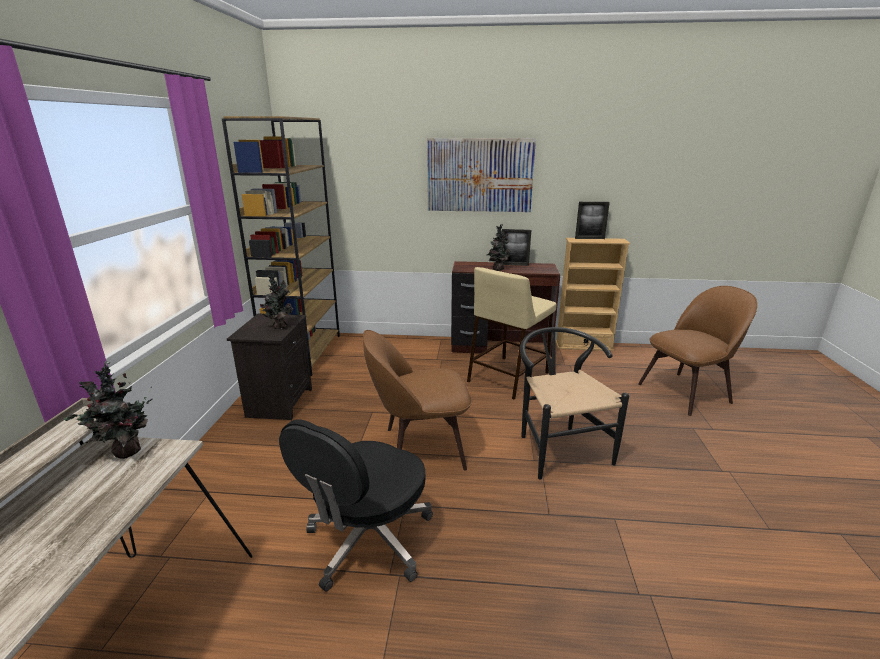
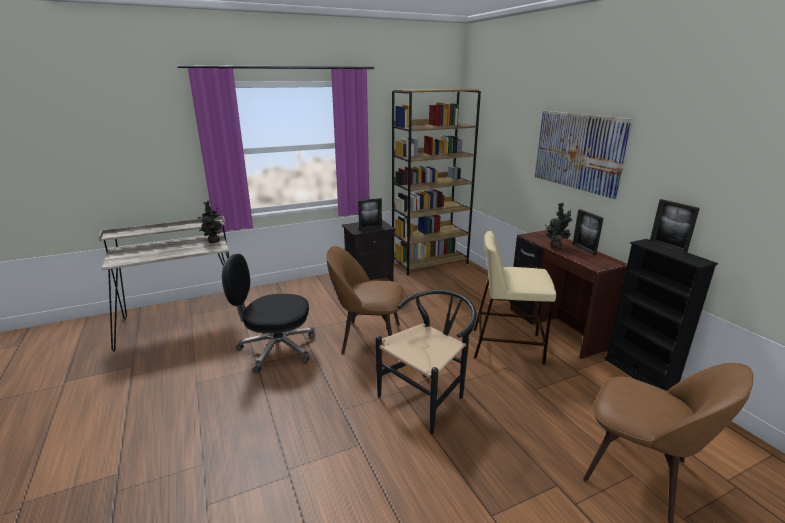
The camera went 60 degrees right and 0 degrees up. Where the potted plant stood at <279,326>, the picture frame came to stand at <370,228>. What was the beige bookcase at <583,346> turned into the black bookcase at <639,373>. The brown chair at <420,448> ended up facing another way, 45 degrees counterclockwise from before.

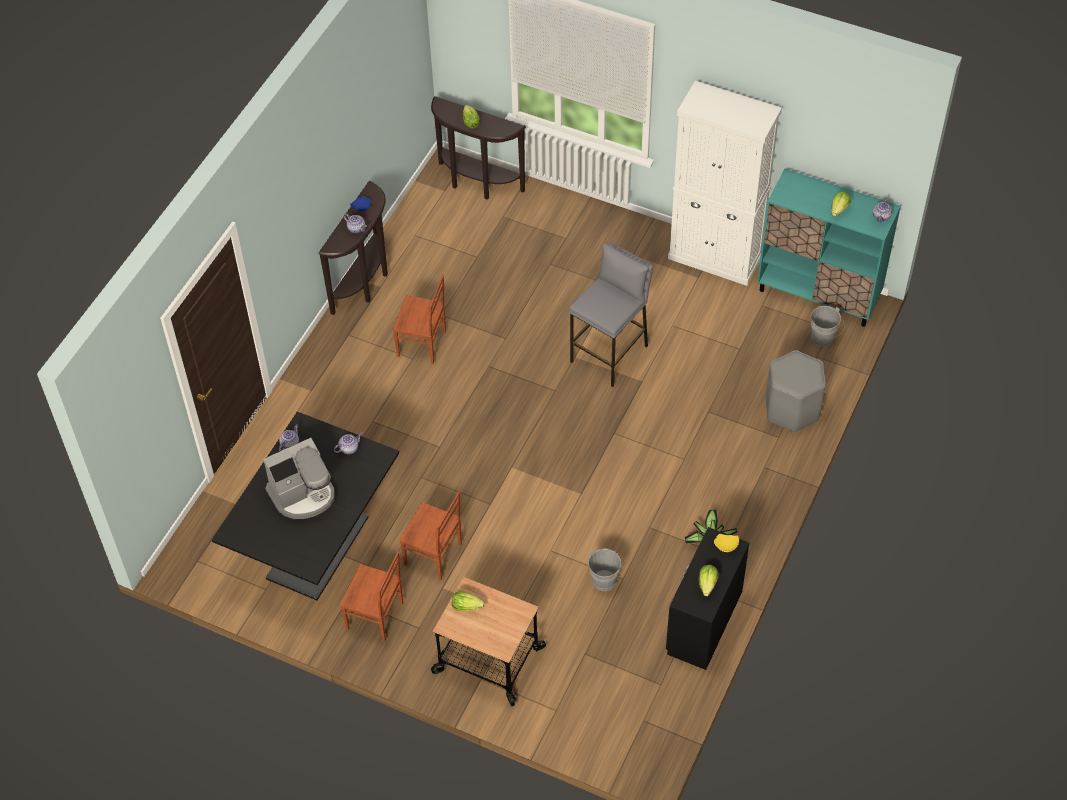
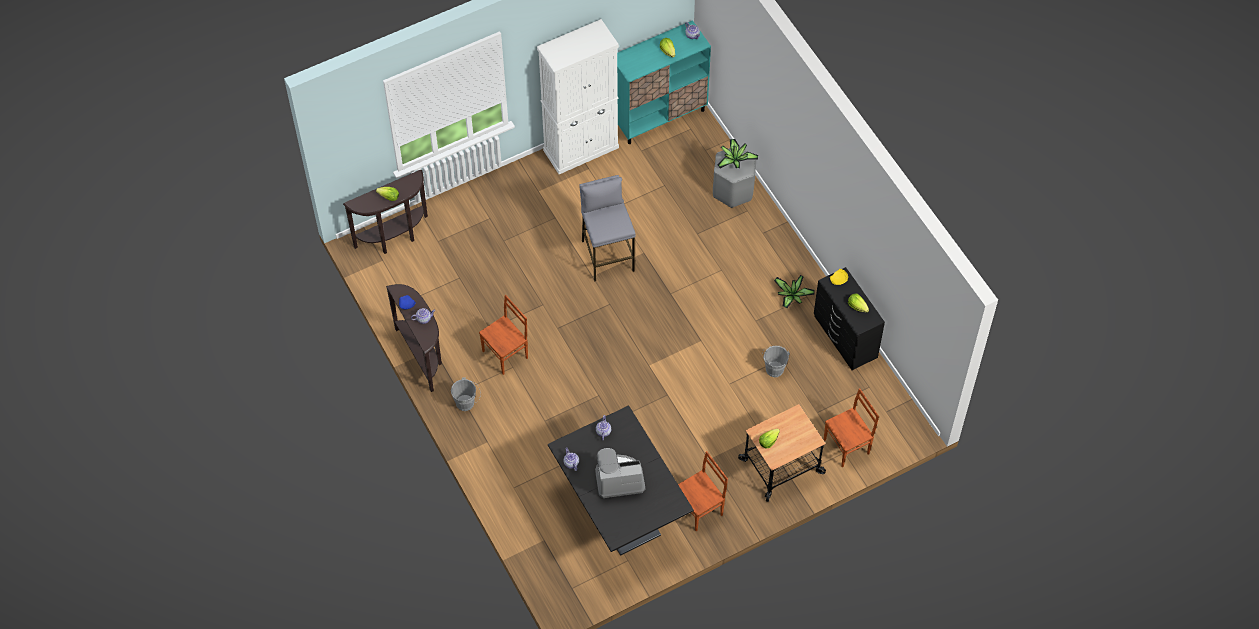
The camera went 55 degrees left and 5 degrees up. The second view gained the potted plant at <735,159>. The brown chair ended up elsewhere, having gone from <433,555> to <847,446>. The grey bucket ended up elsewhere, having gone from <824,339> to <467,403>. The coffee machine at <303,495> ended up facing another way, 105 degrees counterclockwise from before.

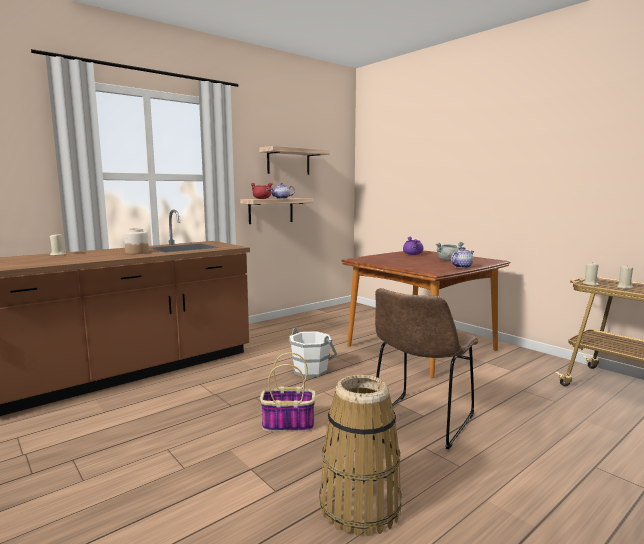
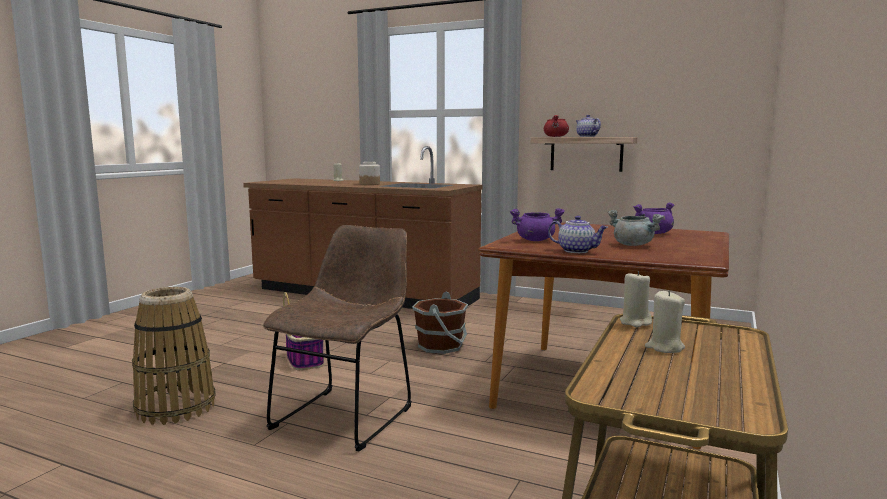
The camera went 65 degrees right and 0 degrees up. The second view lost the shelf at <288,162>. The second view gained the purple cooking pot at <535,240>. What was the white bucket at <310,370> turned into the brown bucket at <441,346>. The brown chair at <420,422> ended up facing another way, 105 degrees clockwise from before.

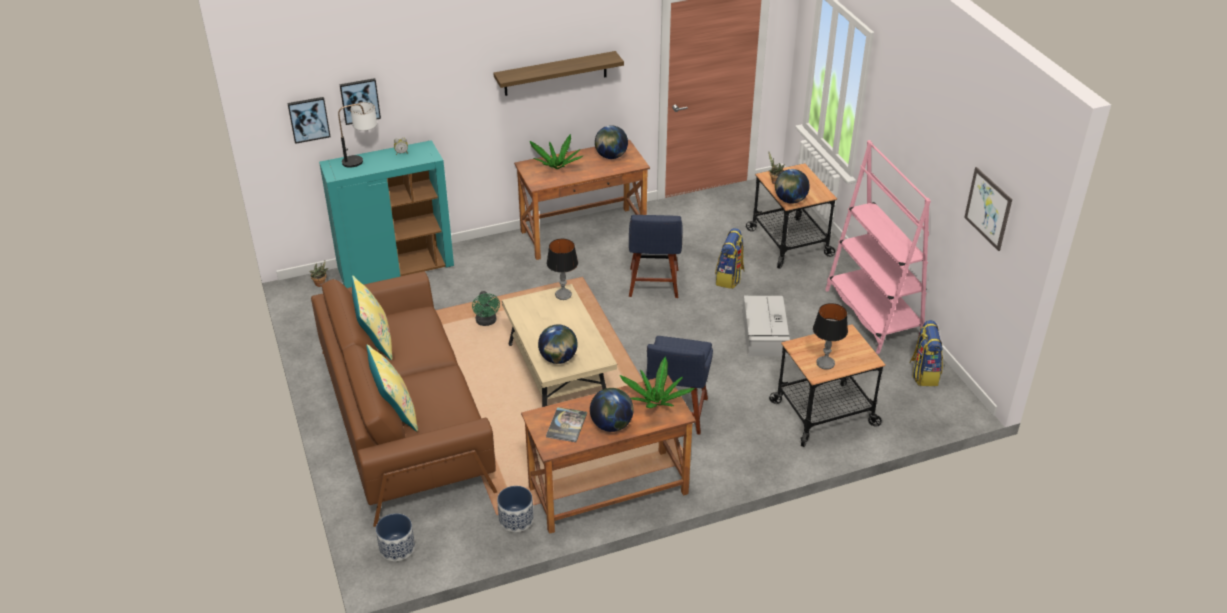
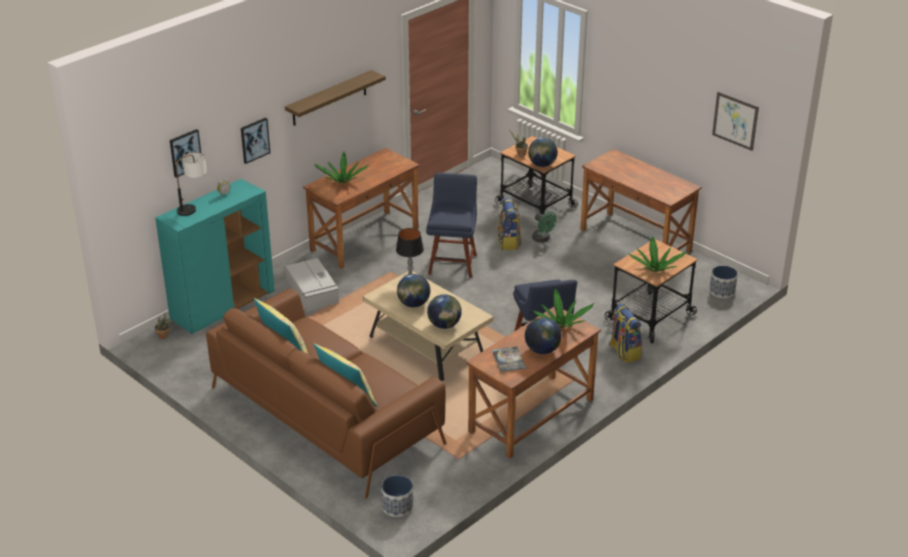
The camera went 25 degrees left and 5 degrees down. The picture ended up elsewhere, having gone from <309,119> to <254,140>. The green fan ended up elsewhere, having gone from <486,322> to <543,239>. The planter ended up elsewhere, having gone from <516,520> to <722,291>. The globe ended up elsewhere, having gone from <611,156> to <413,304>. The grey storage box ended up elsewhere, having gone from <764,334> to <312,292>. The backpack ended up elsewhere, having gone from <923,373> to <624,352>. Where the table lamp stood at <825,363>, the potted plant came to stand at <655,269>. Where the pink bookcase stood at <873,314>, the brown desk came to stand at <635,240>. The blue chair at <653,285> ended up facing another way, 150 degrees counterclockwise from before.

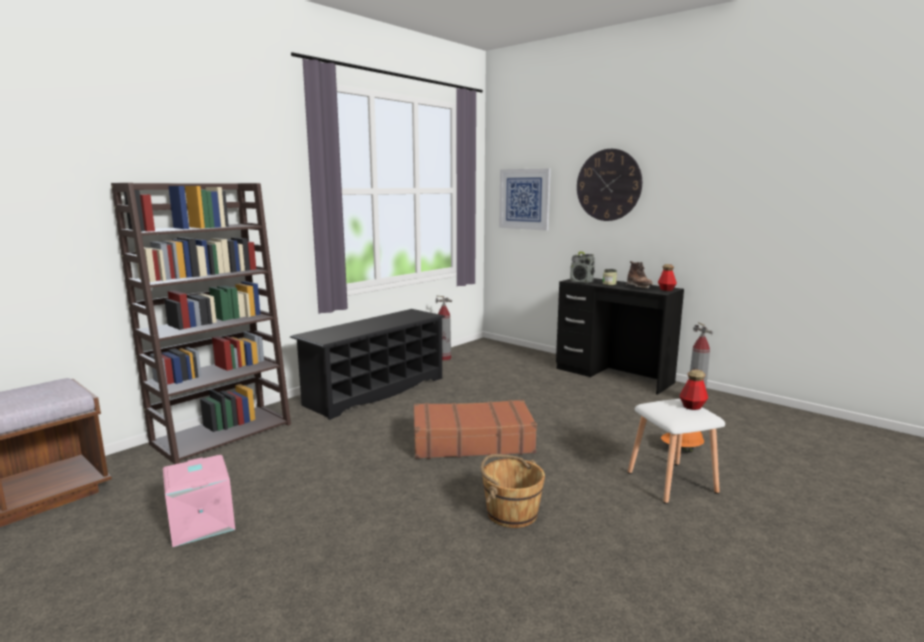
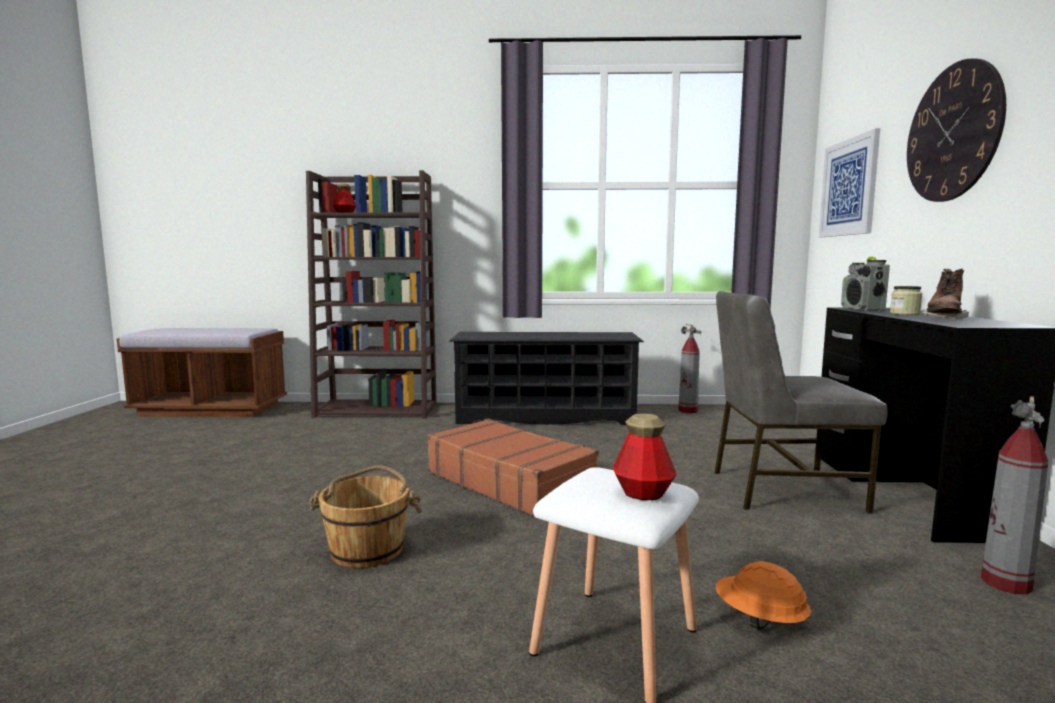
The camera went 50 degrees right and 5 degrees down. The second view lost the pink storage box at <200,523>. The second view gained the grey chair at <782,489>. The bottle ended up elsewhere, having gone from <666,290> to <345,214>.

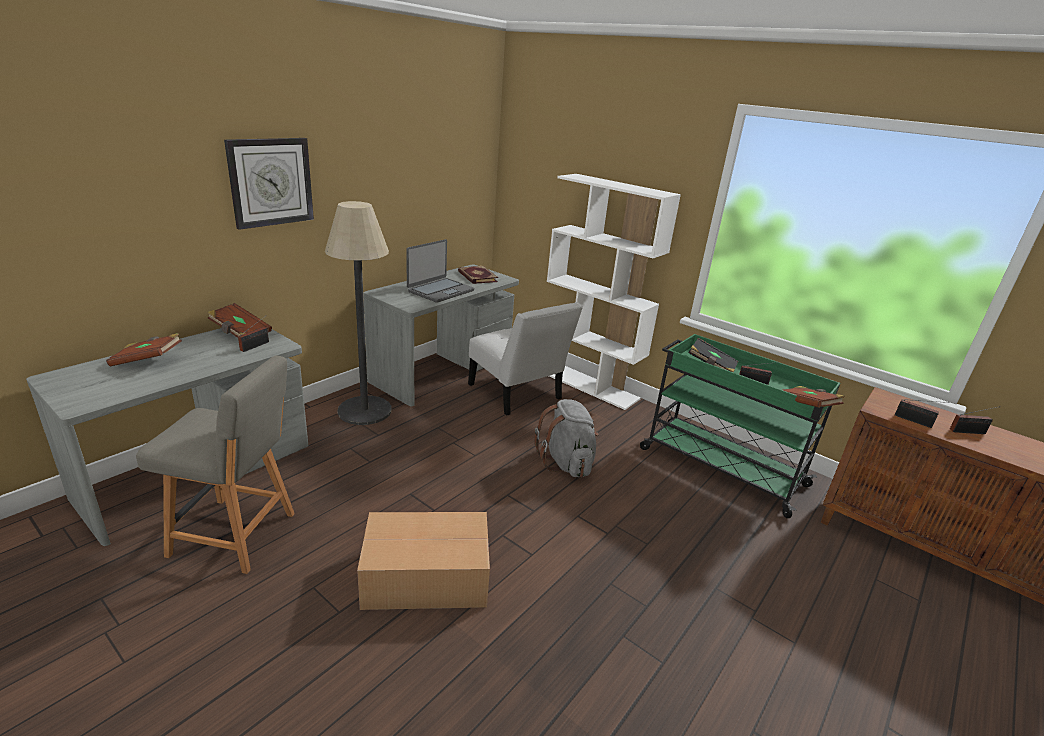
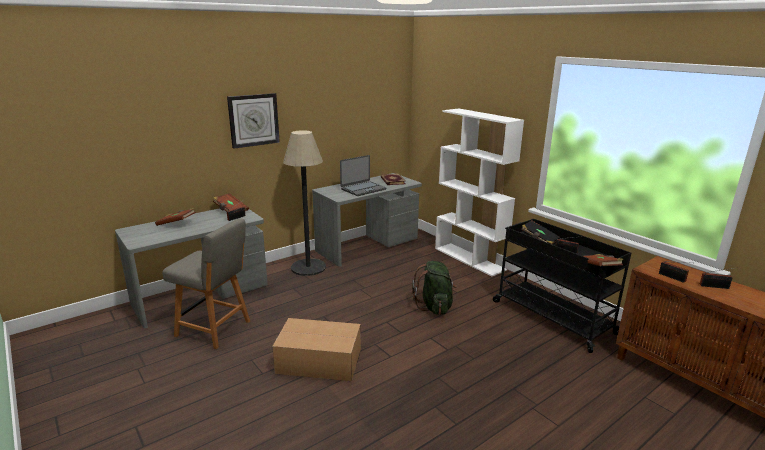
The camera went 15 degrees right and 5 degrees down. The second view lost the white chair at <517,394>. What was the grey backpack at <566,463> turned into the green backpack at <434,306>. What was the green cart at <720,466> turned into the black cart at <551,316>.

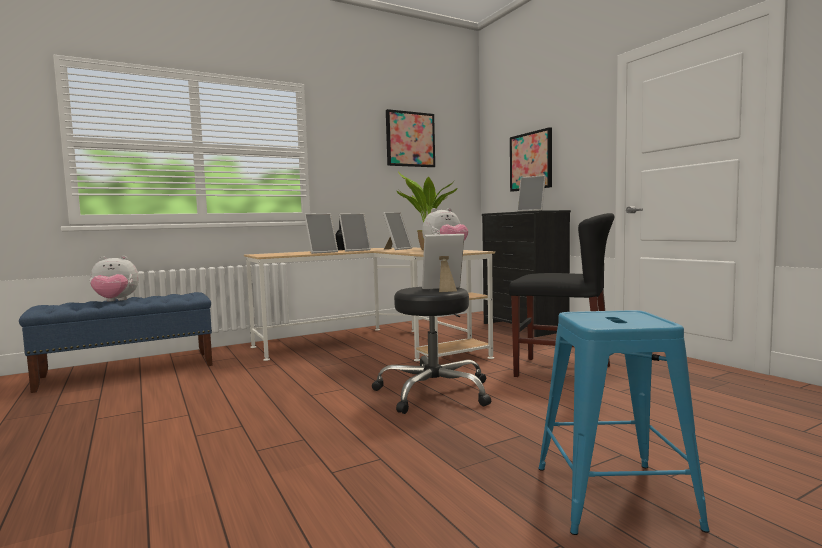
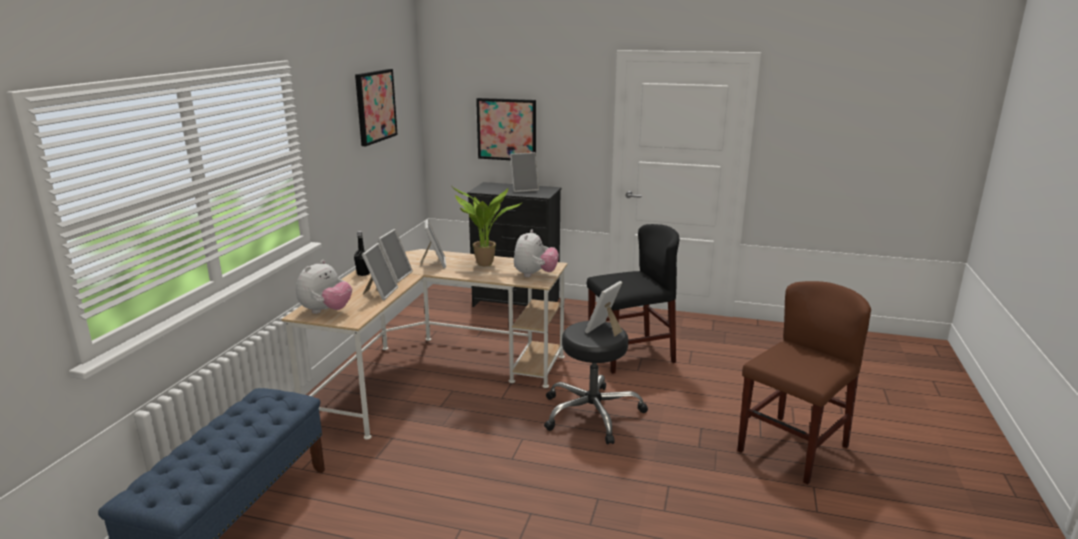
The camera went 45 degrees left and 15 degrees up. The plush toy ended up elsewhere, having gone from <115,301> to <326,311>. Where the blue stool stood at <612,496>, the brown chair came to stand at <792,448>.

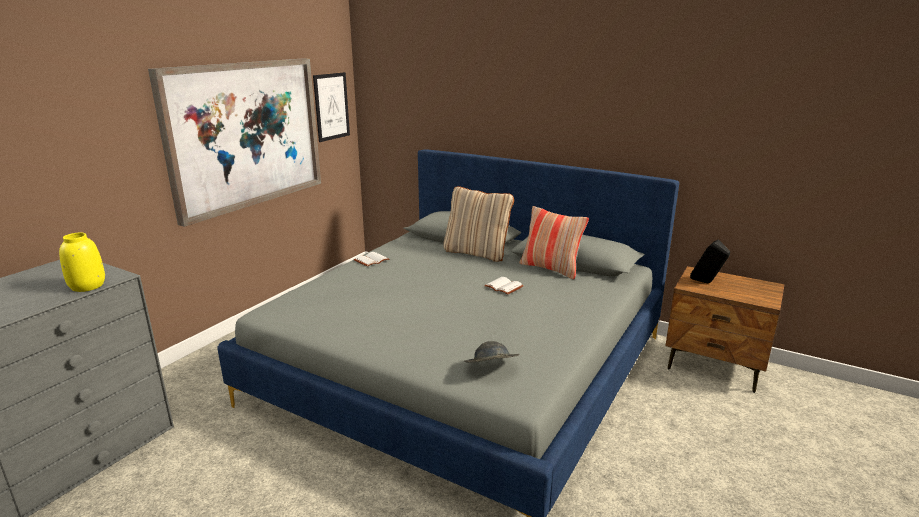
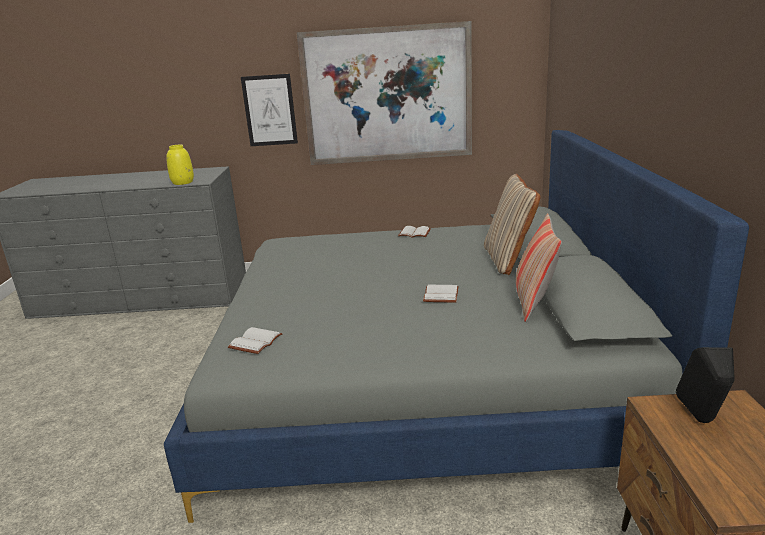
The camera went 60 degrees right and 0 degrees up. The picture ended up elsewhere, having gone from <331,106> to <269,110>. Where the grey hat stood at <491,370>, the white book came to stand at <255,341>.

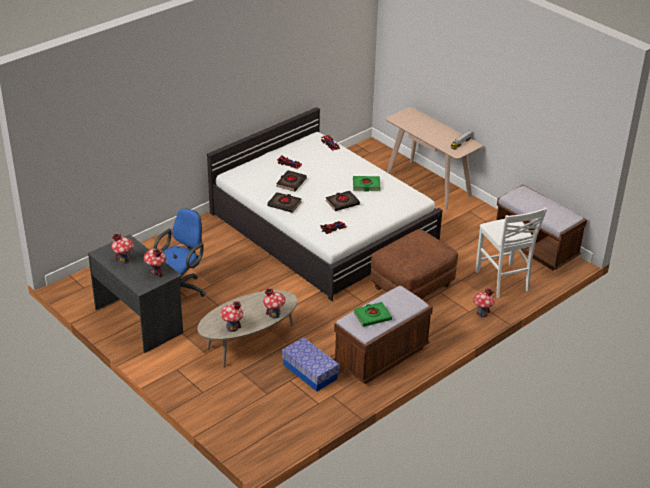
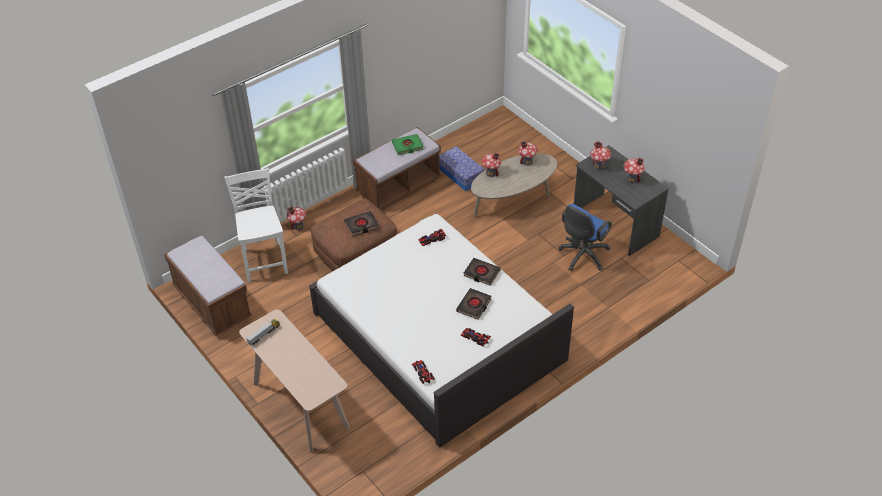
The camera went 175 degrees left and 10 degrees up. The second view lost the green book at <366,185>. The black book ended up elsewhere, having gone from <342,203> to <361,225>.

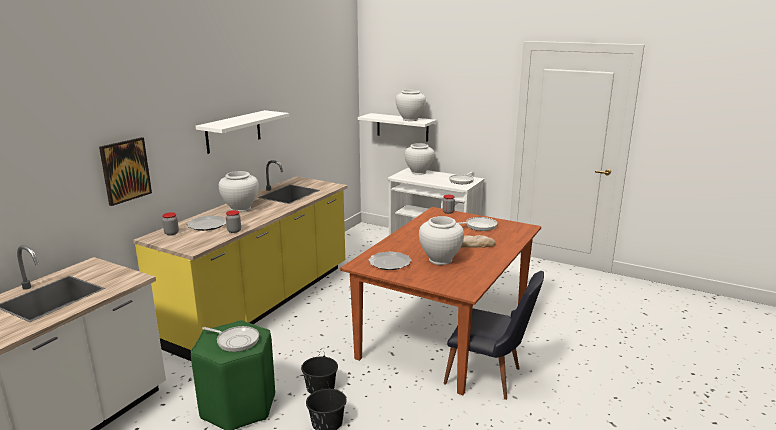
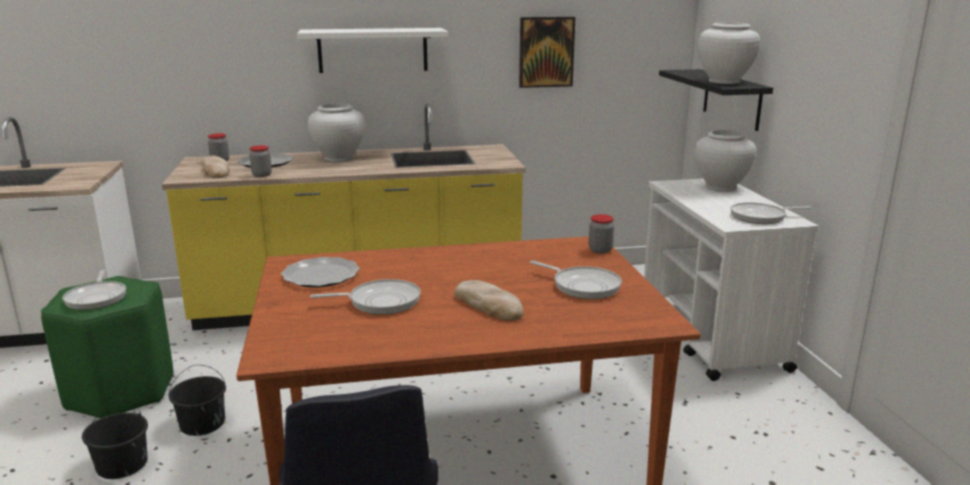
The camera went 50 degrees right and 0 degrees up. The second view gained the bread at <216,171>. The picture ended up elsewhere, having gone from <125,170> to <546,52>. Where the white vase stood at <440,260>, the frying pan came to stand at <380,302>. What was the white shelf at <402,127> turned into the black shelf at <731,99>.

